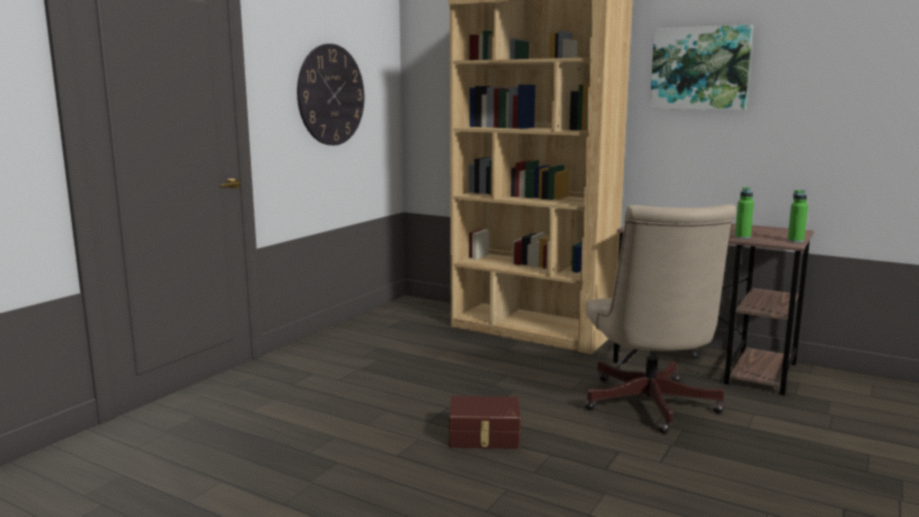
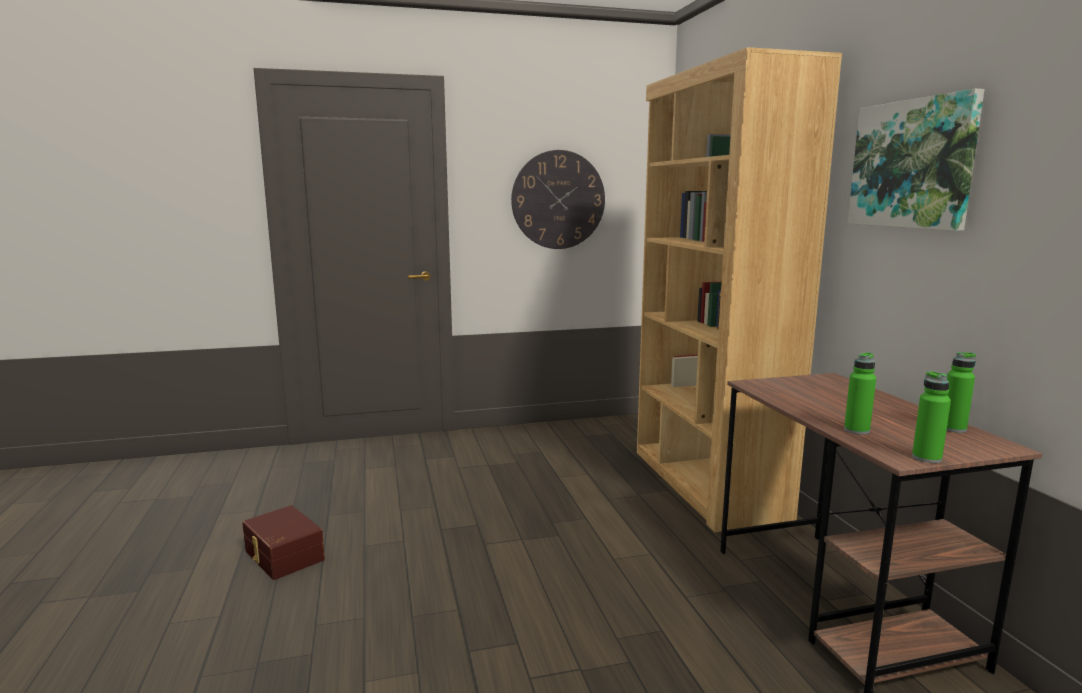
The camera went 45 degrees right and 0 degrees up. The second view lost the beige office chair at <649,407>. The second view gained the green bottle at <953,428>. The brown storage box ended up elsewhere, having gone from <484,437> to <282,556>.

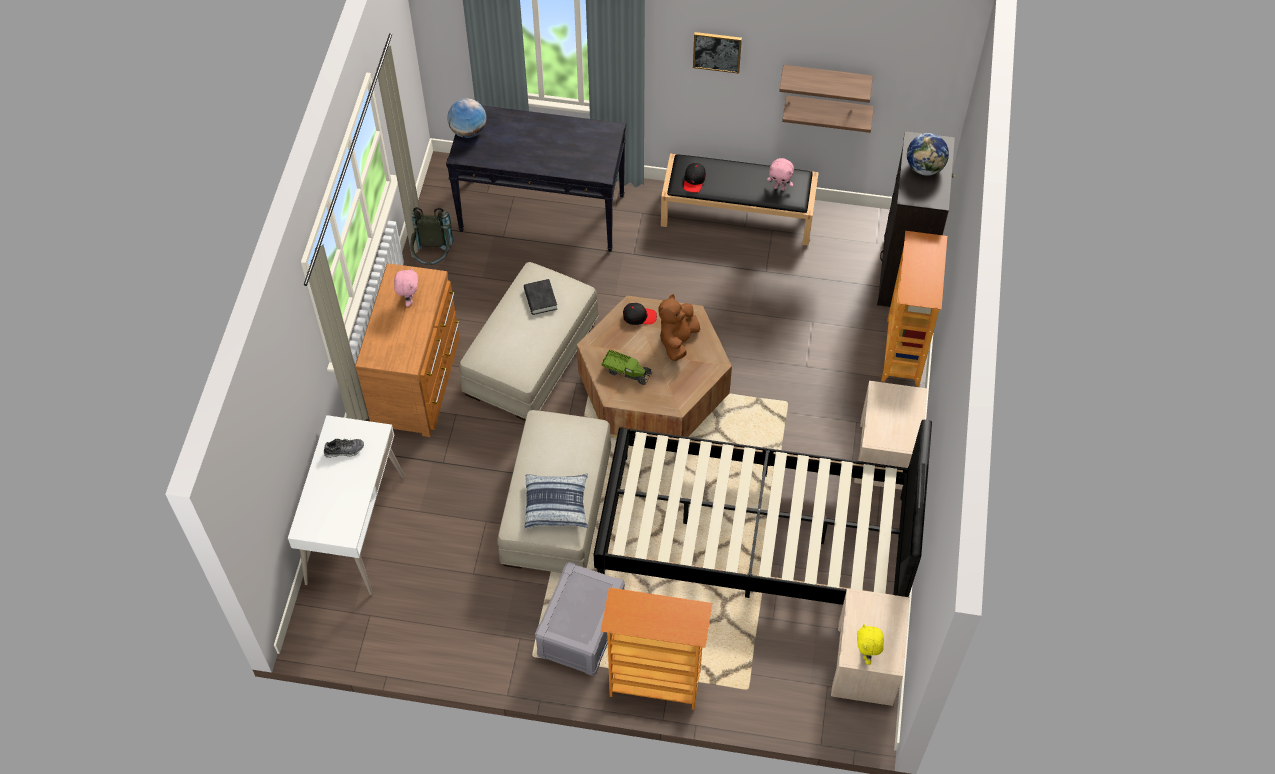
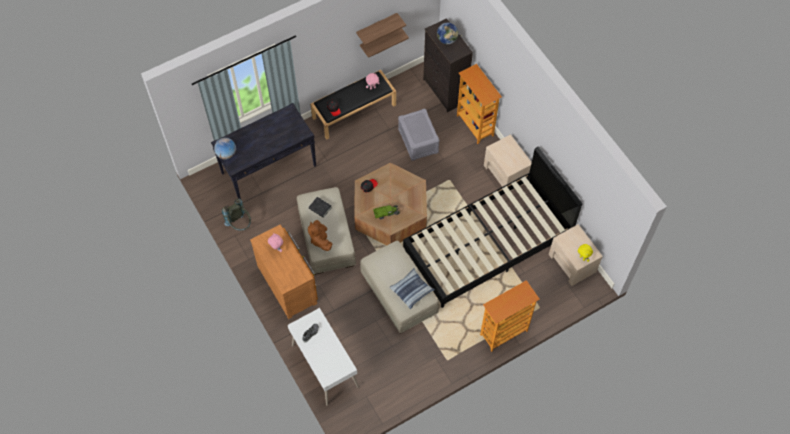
The camera went 40 degrees left and 5 degrees up. The second view lost the picture at <717,51>. The grey storage box ended up elsewhere, having gone from <581,628> to <418,141>. The brown plush toy ended up elsewhere, having gone from <677,340> to <320,240>.

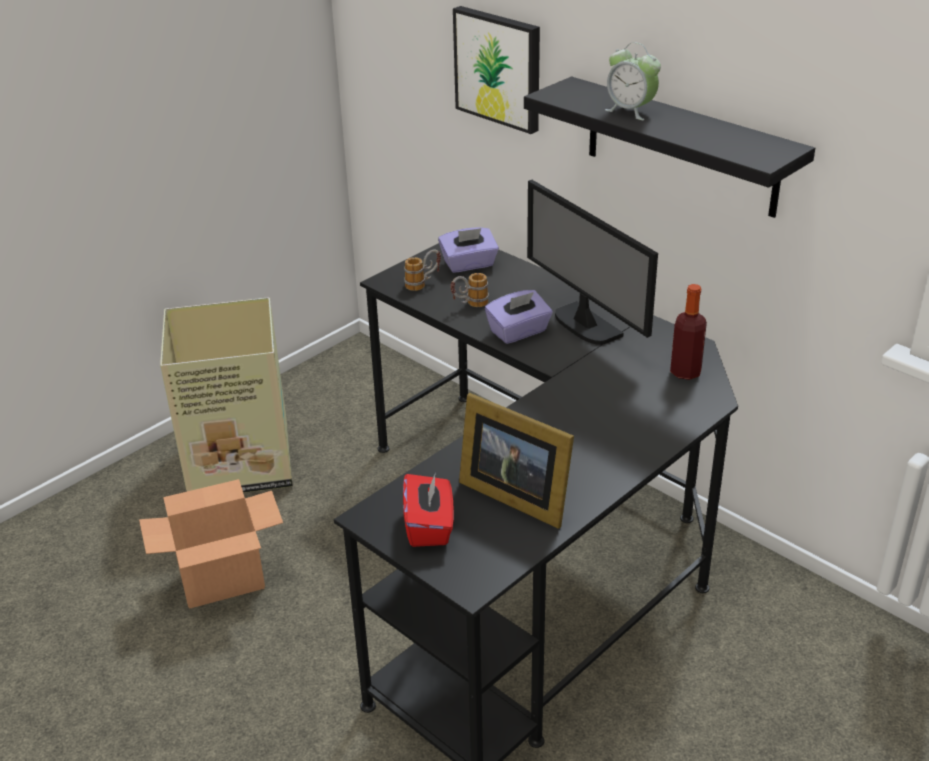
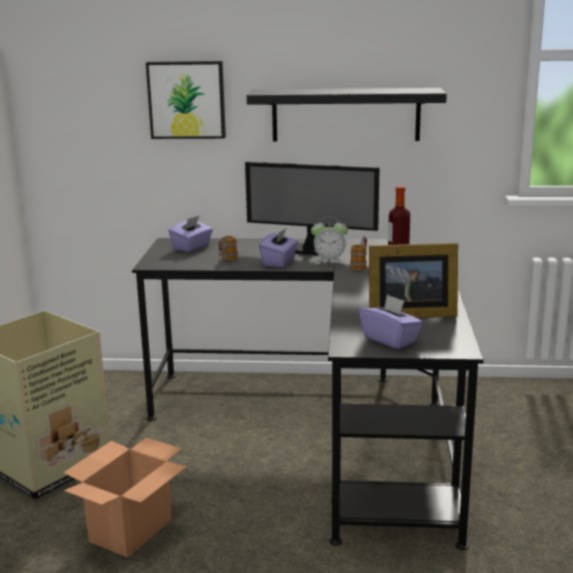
The camera went 40 degrees left and 15 degrees down. The mug ended up elsewhere, having gone from <423,283> to <360,265>. The alarm clock ended up elsewhere, having gone from <630,111> to <329,261>. What was the red tissue box at <429,526> turned into the purple tissue box at <390,339>.

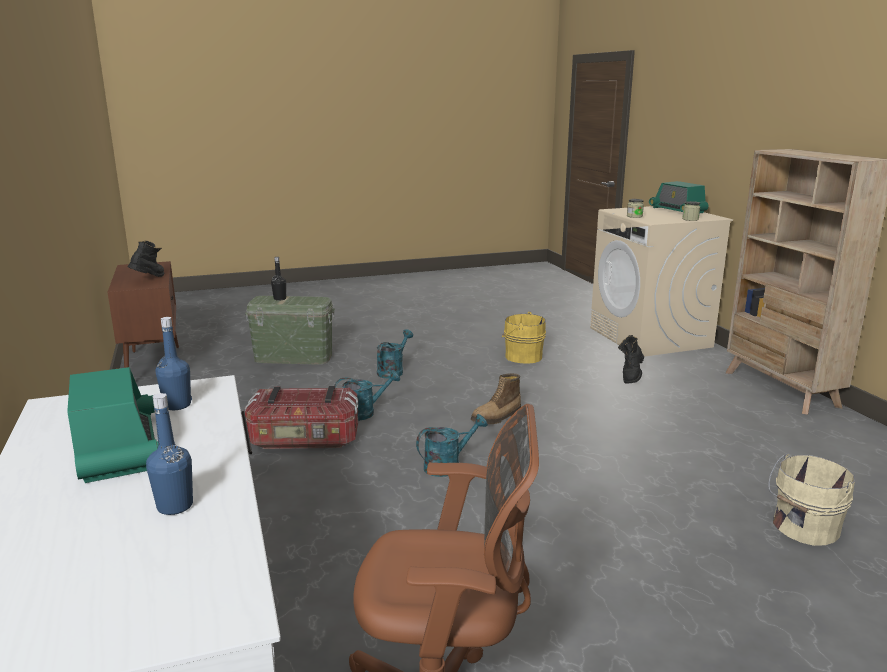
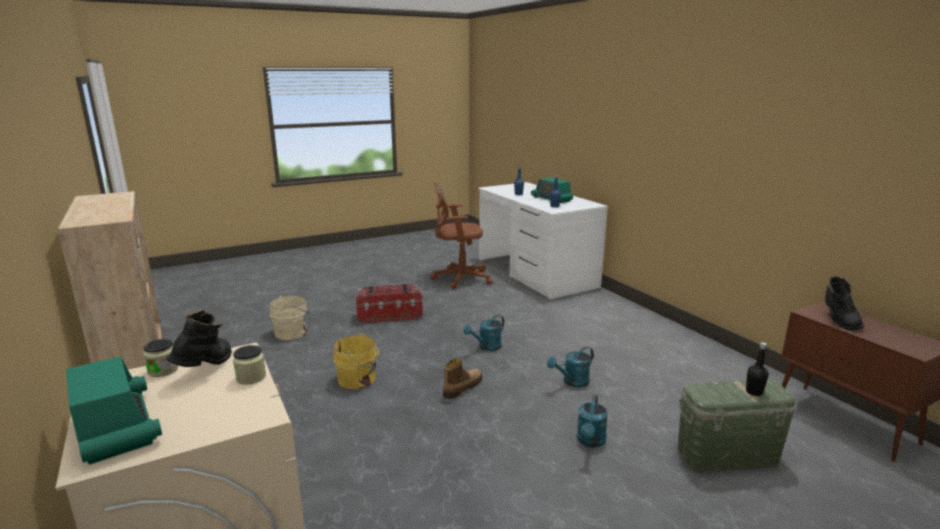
The camera went 170 degrees right and 0 degrees up. The storage box ended up elsewhere, having gone from <304,440> to <389,316>. The yellow bucket ended up elsewhere, having gone from <522,356> to <358,379>. The black boot ended up elsewhere, having gone from <631,376> to <206,369>.

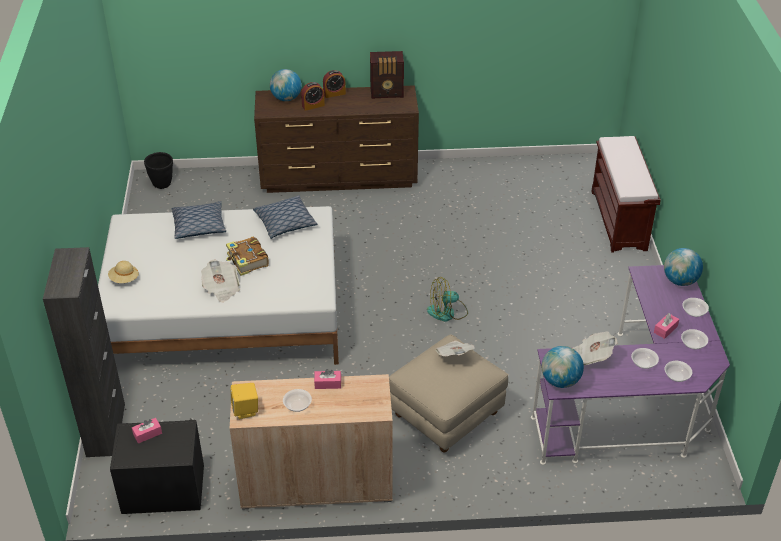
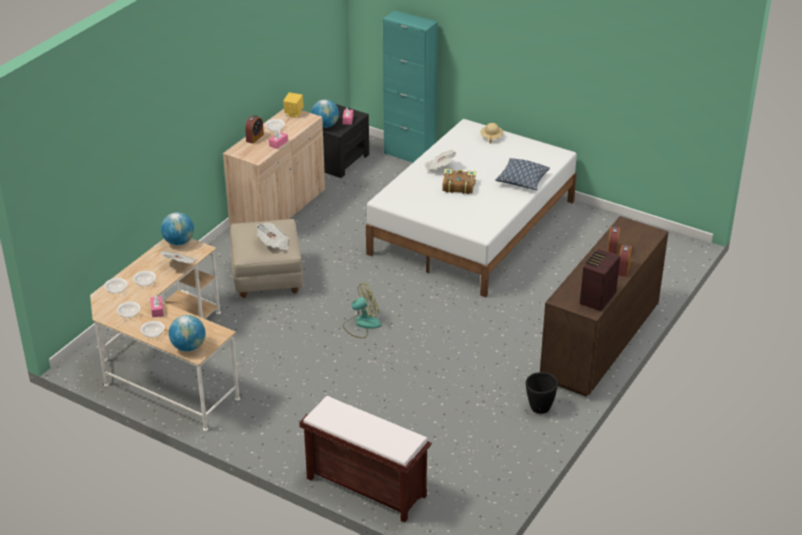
The camera went 125 degrees right and 5 degrees down. The second view lost the pillow at <285,223>. The second view gained the alarm clock at <254,138>. The black planter ended up elsewhere, having gone from <162,184> to <539,408>. The globe ended up elsewhere, having gone from <286,98> to <325,125>. What was the black cabinet at <106,430> turned into the turquoise cabinet at <409,155>. What was the purple desk at <634,407> turned into the beige desk at <168,363>. The fan at <447,312> ended up facing another way, 45 degrees clockwise from before.

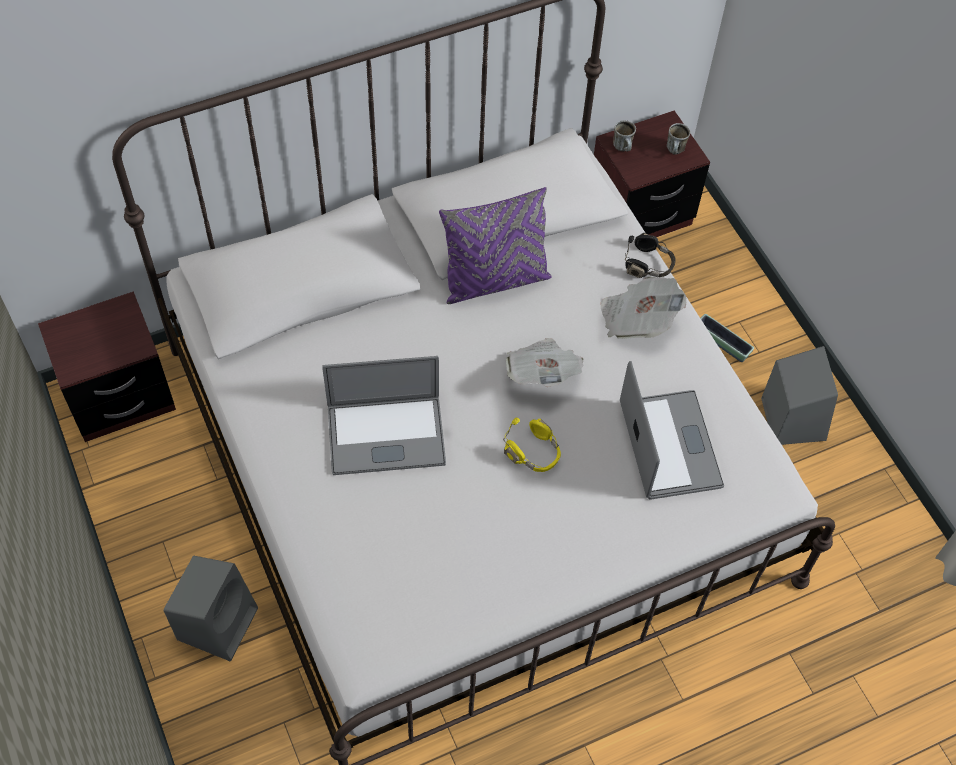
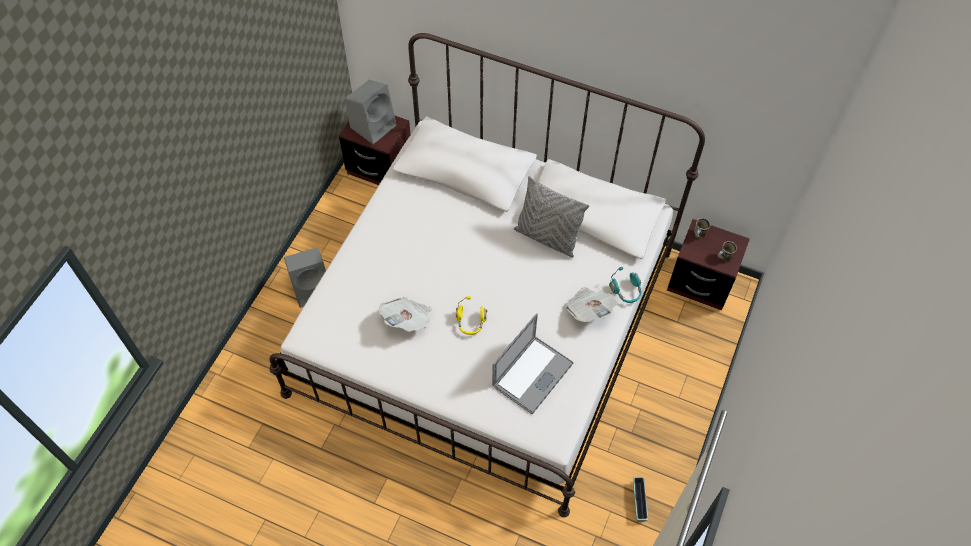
The camera went 50 degrees right and 0 degrees up. The second view lost the laptop at <386,435>. The newspaper ended up elsewhere, having gone from <542,373> to <407,320>. The planter ended up elsewhere, having gone from <722,343> to <638,501>. The grey speaker ended up elsewhere, having gone from <792,417> to <374,125>. What was the purple pillow at <495,280> turned into the grey pillow at <547,237>. What was the black headphones at <649,265> turned into the turquoise headphones at <626,291>.

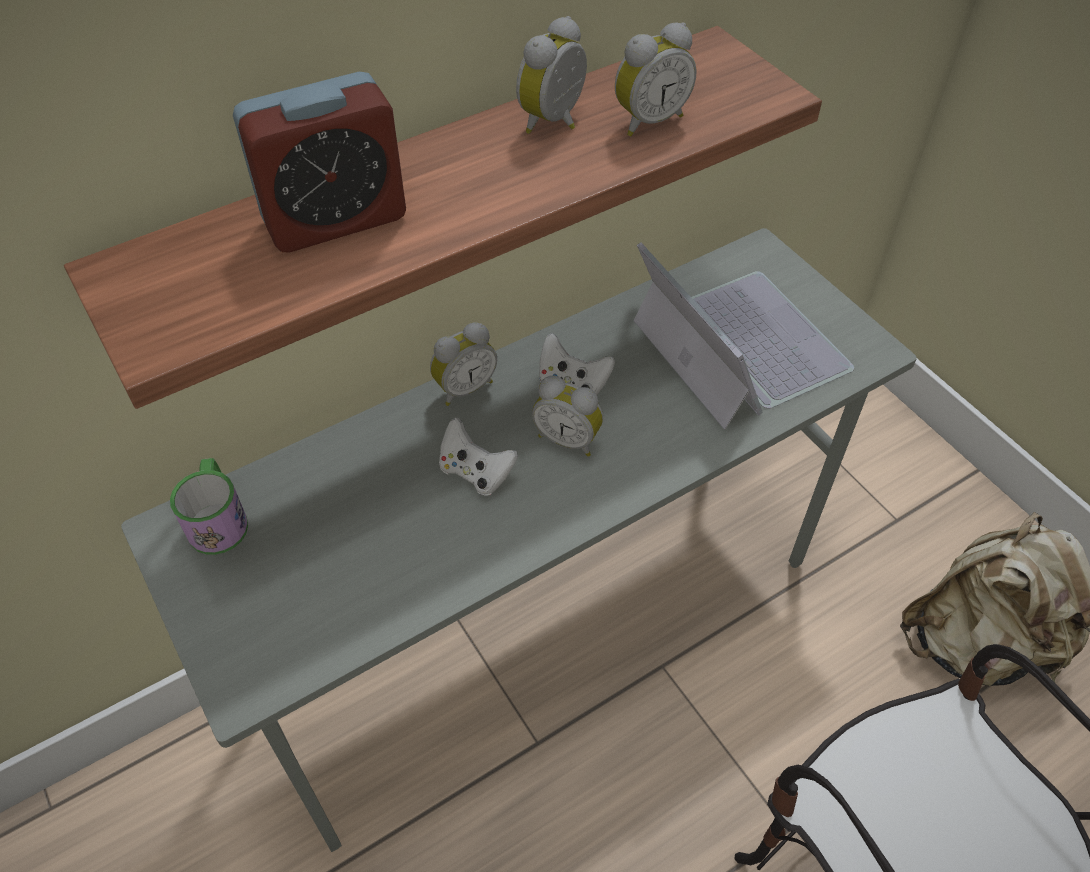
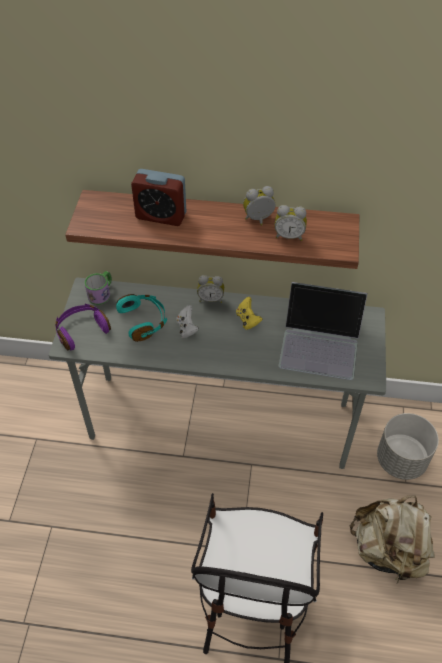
The camera went 40 degrees right and 0 degrees up. The second view lost the alarm clock at <568,439>. The second view gained the purple headphones at <81,330>. The second view gained the turquoise headphones at <144,321>. The second view gained the grey planter at <401,460>. What was the white game controller at <572,383> turned into the yellow game controller at <247,320>. The laptop at <737,345> ended up facing another way, 90 degrees clockwise from before.

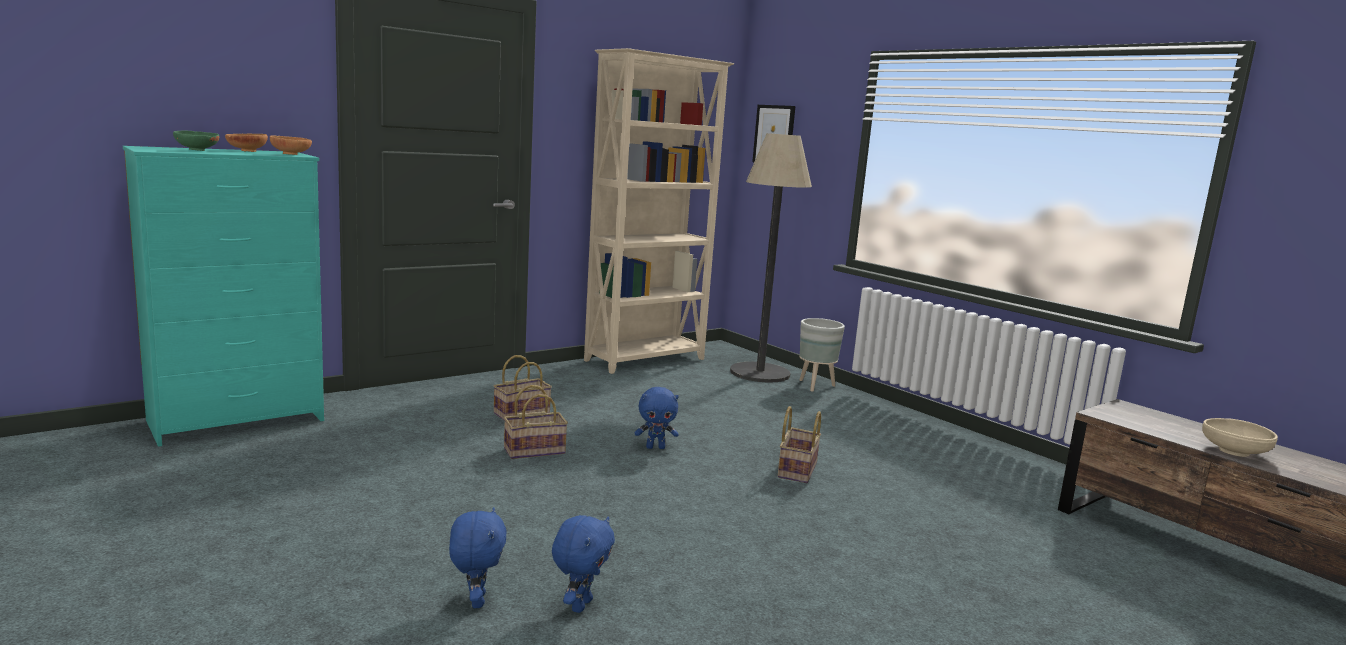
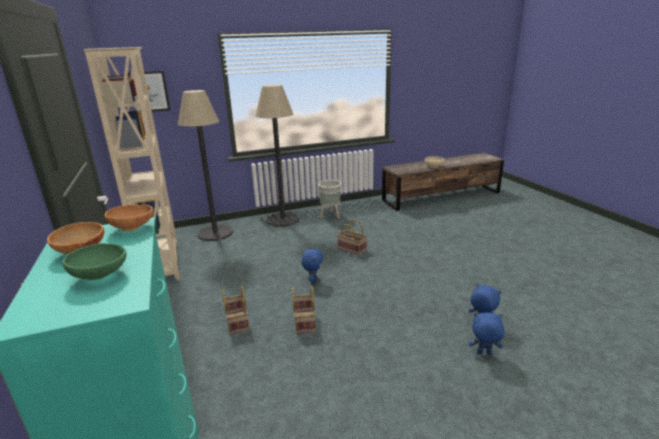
The camera went 70 degrees left and 10 degrees up. The second view gained the floor lamp at <282,219>. The grey planter ended up elsewhere, having gone from <814,386> to <330,216>.

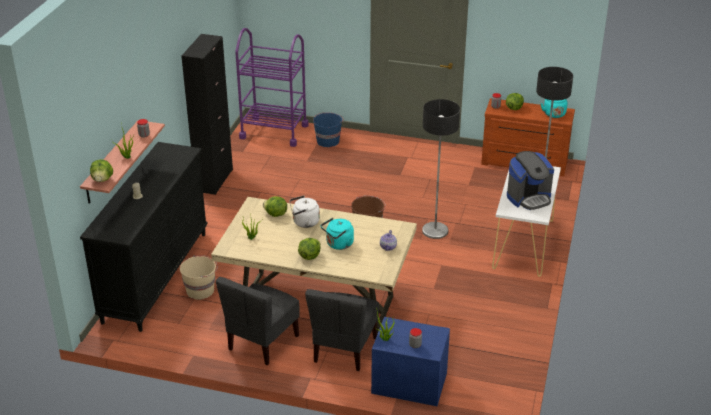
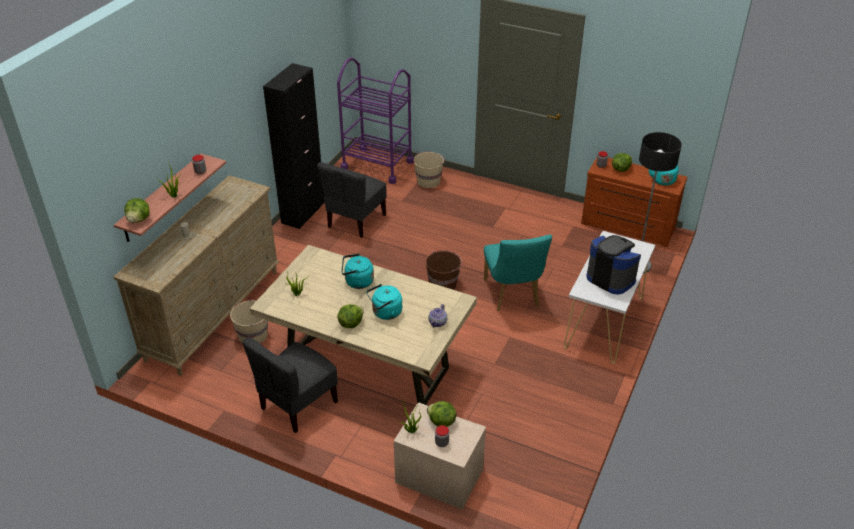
The camera went 10 degrees right and 5 degrees up. The lettuce ended up elsewhere, having gone from <275,214> to <441,422>. The grey chair ended up elsewhere, having gone from <344,350> to <355,221>. Where the floor lamp stood at <435,231>, the turquoise chair came to stand at <512,296>. What was the black dresser at <156,276> turned into the beige dresser at <214,314>. What was the white kettle at <304,222> turned into the turquoise kettle at <357,282>. What was the blue bucket at <328,141> turned into the beige bucket at <428,181>. What was the blue nightstand at <409,382> turned into the beige nightstand at <439,475>. The coffee machine at <529,198> ended up facing another way, 120 degrees counterclockwise from before.

